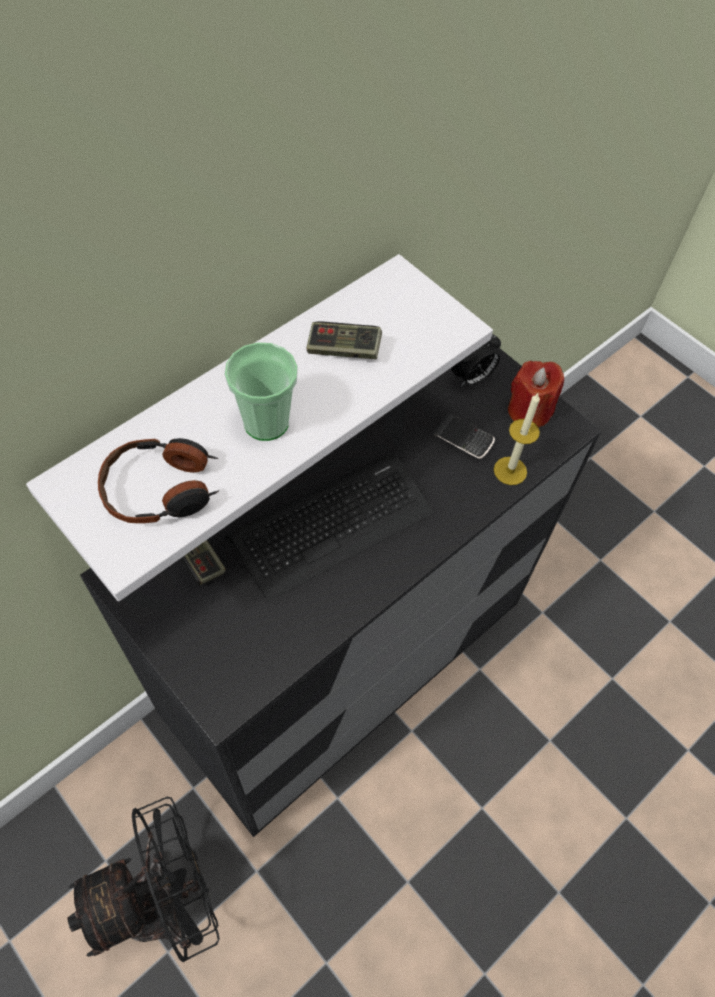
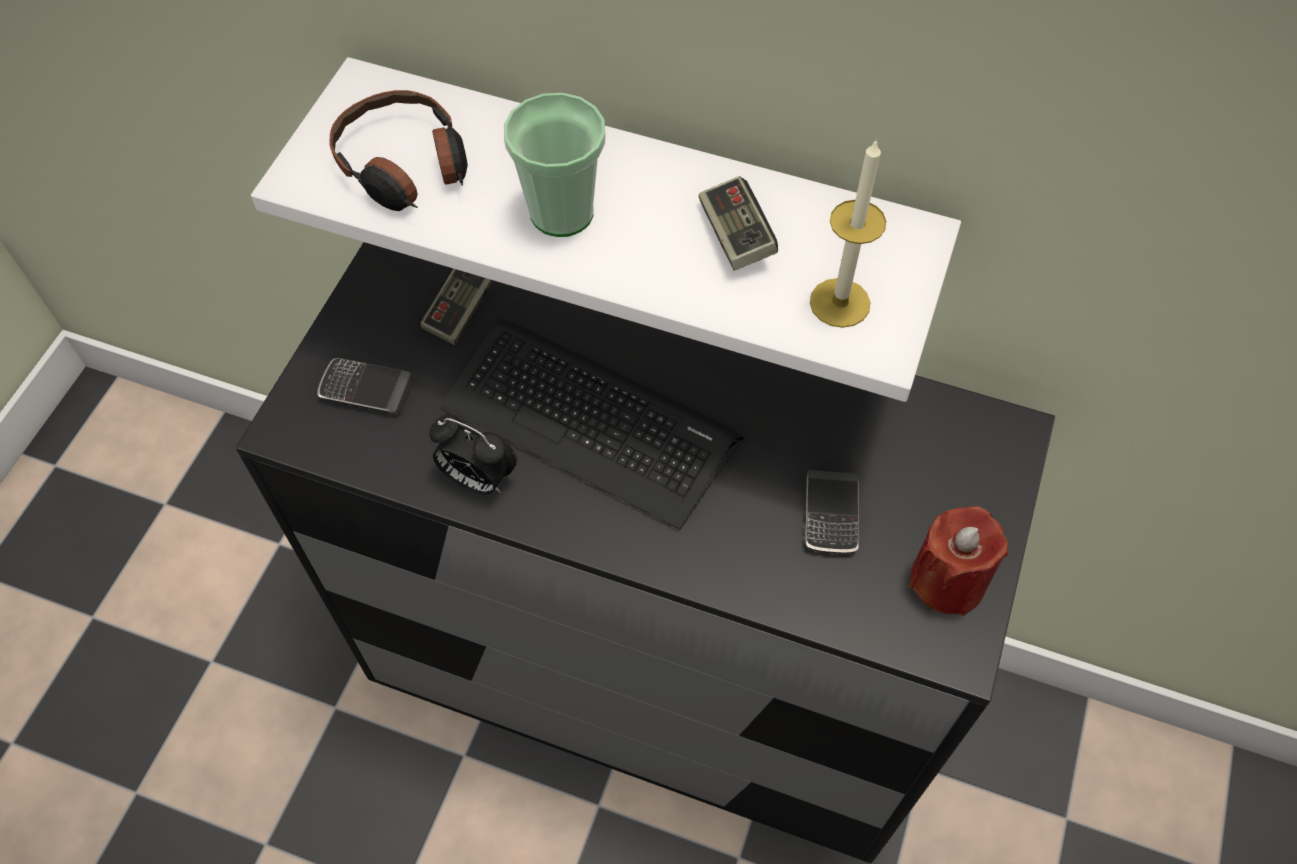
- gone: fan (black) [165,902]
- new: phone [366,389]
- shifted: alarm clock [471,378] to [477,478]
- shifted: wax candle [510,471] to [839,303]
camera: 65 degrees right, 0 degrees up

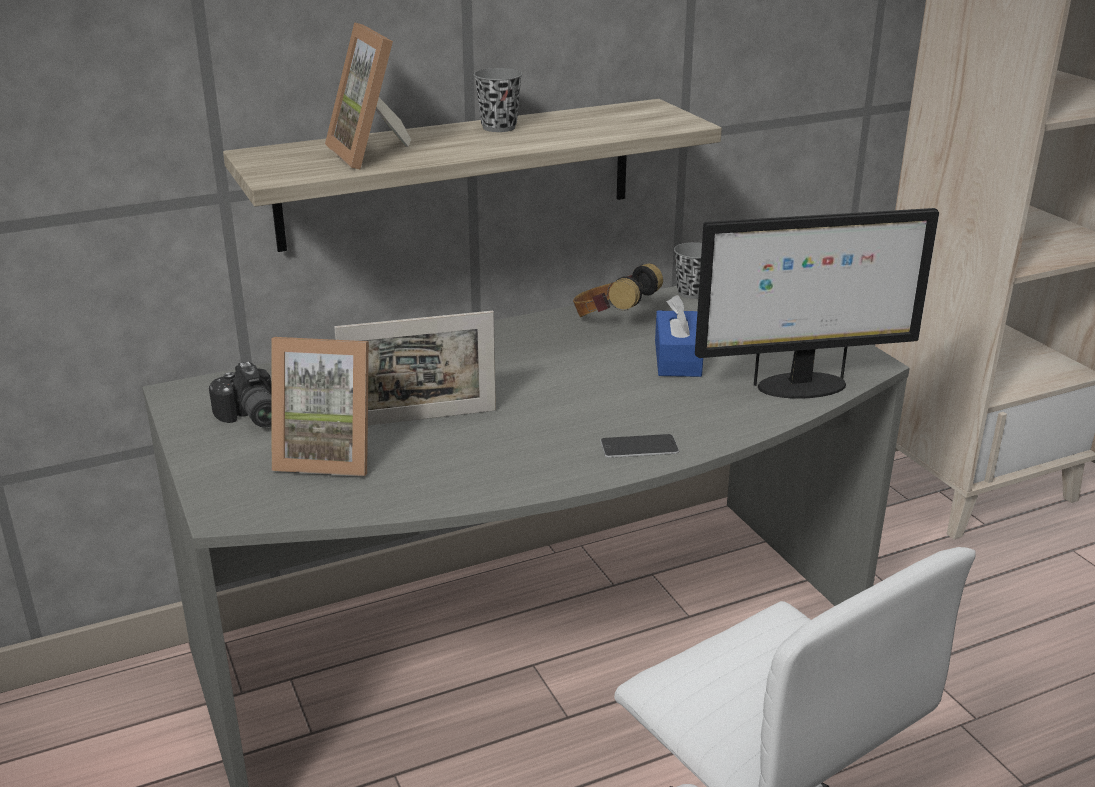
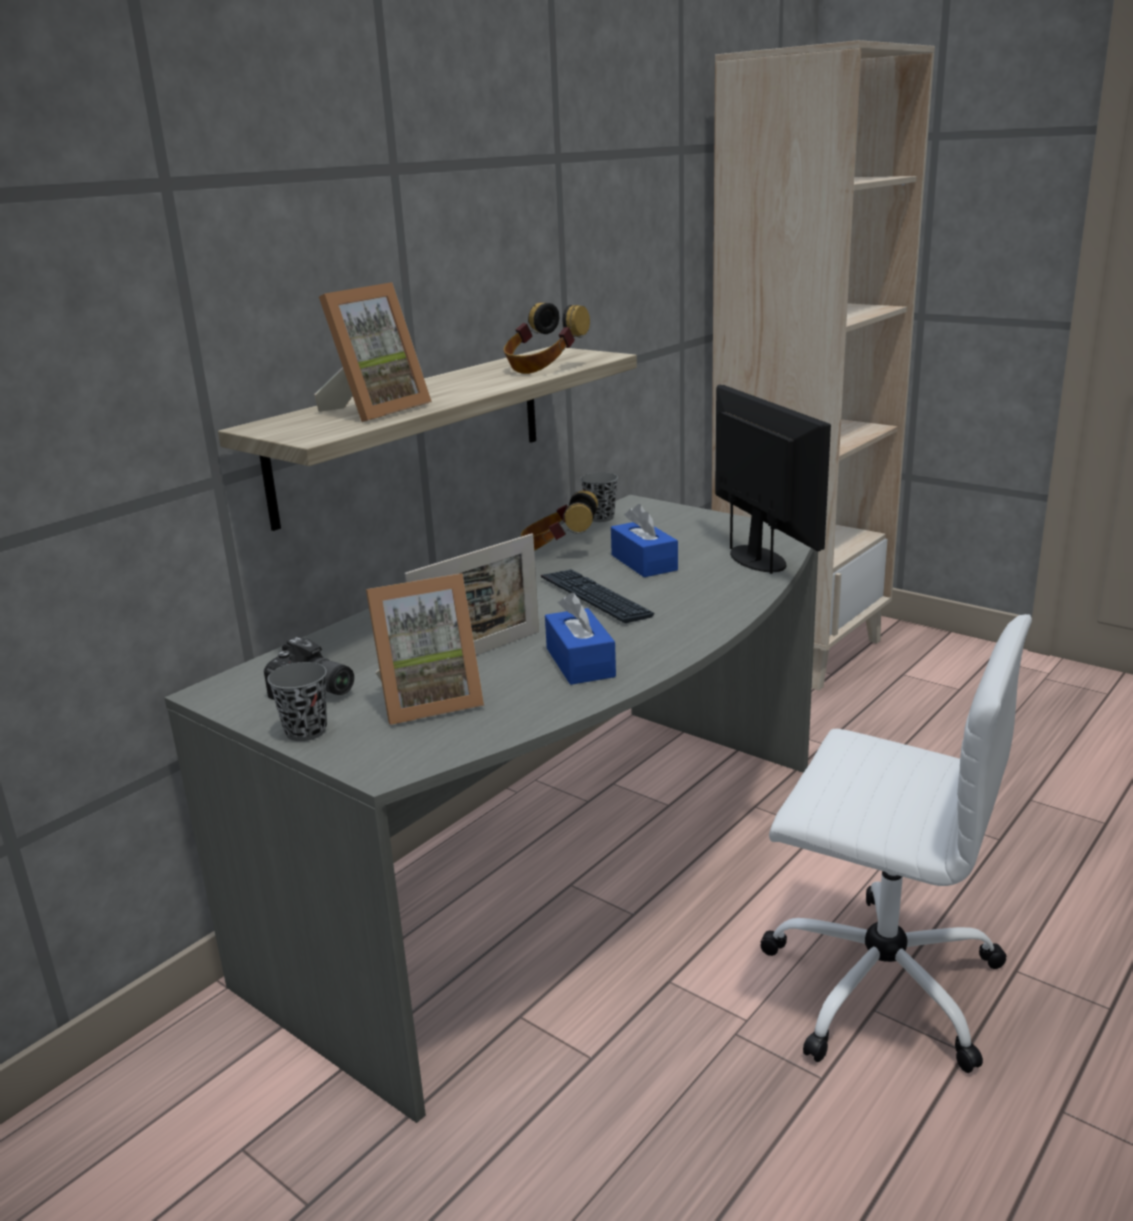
- gone: phone [639,446]
- new: headphones [544,368]
- new: keyboard [595,598]
- new: tissue holder (blue) [580,662]
- shifted: cup (grey) [499,127] to [306,731]
- rotated: standing frame [373,153] = [375,410] 90 degrees counterclockwise
- rotated: computer display [800,386] = [759,559] 75 degrees counterclockwise
camera: 25 degrees left, 5 degrees down

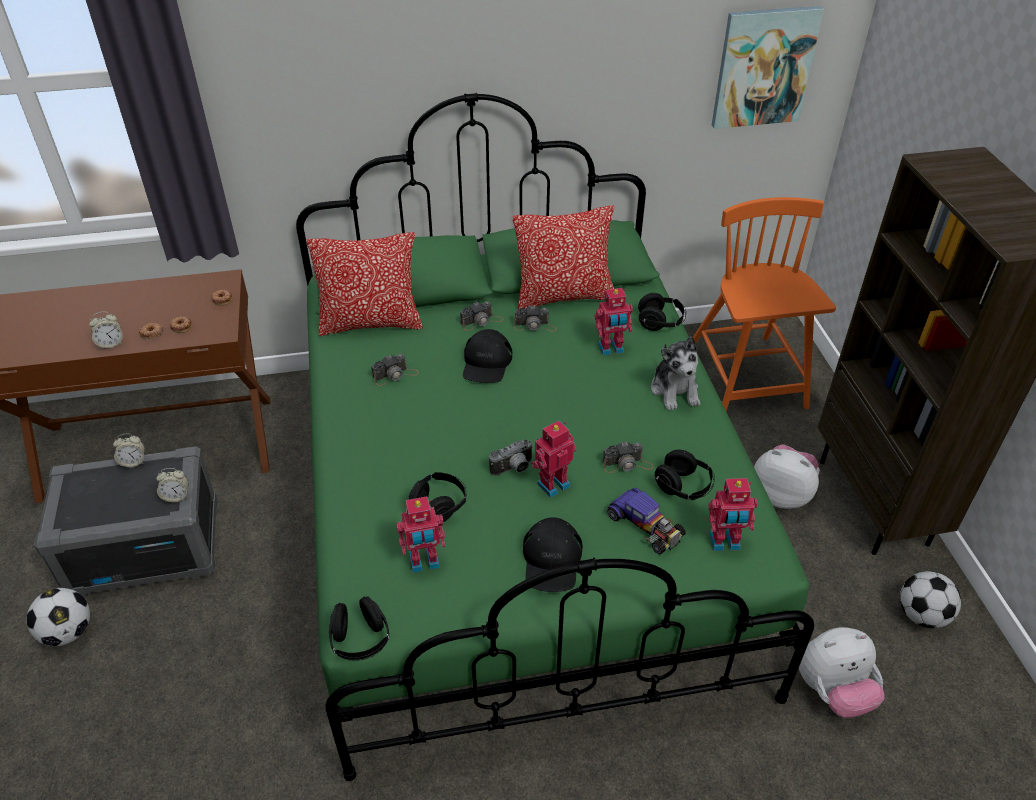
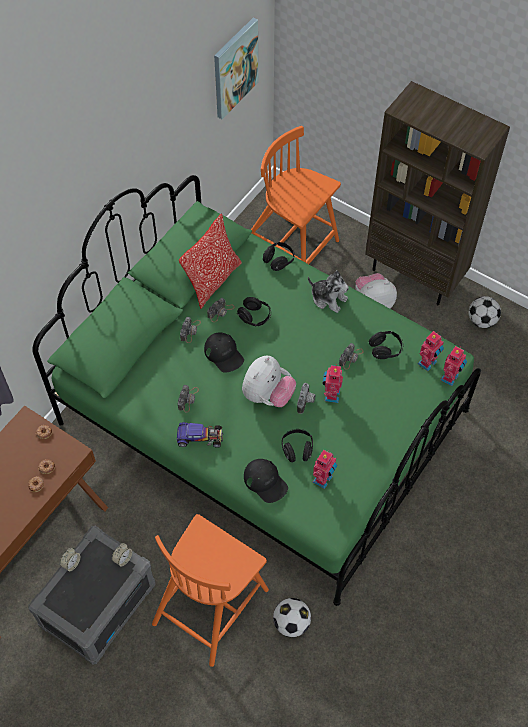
- gone: alarm clock [111,344]
- gone: pillow [371,323]
- new: upright chair (orangey) [211,604]
- shifted: football [68,632] to [291,623]
- shifted: headphones (black) [360,640] to [254,317]
- shifted: peaked cap (black) [552,560] to [265,482]
- shifted: model robot [611,349] to [450,378]
- shifted: miniature car [645,525] to [200,437]
- shifted: cuddly toy [833,691] to [267,395]
camera: 45 degrees left, 15 degrees up

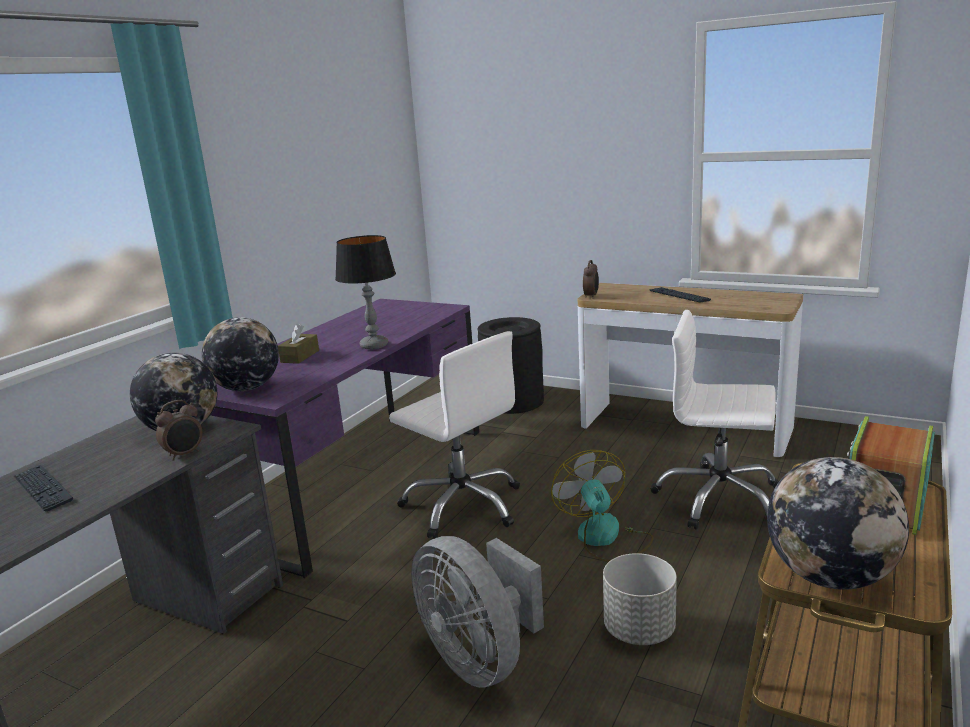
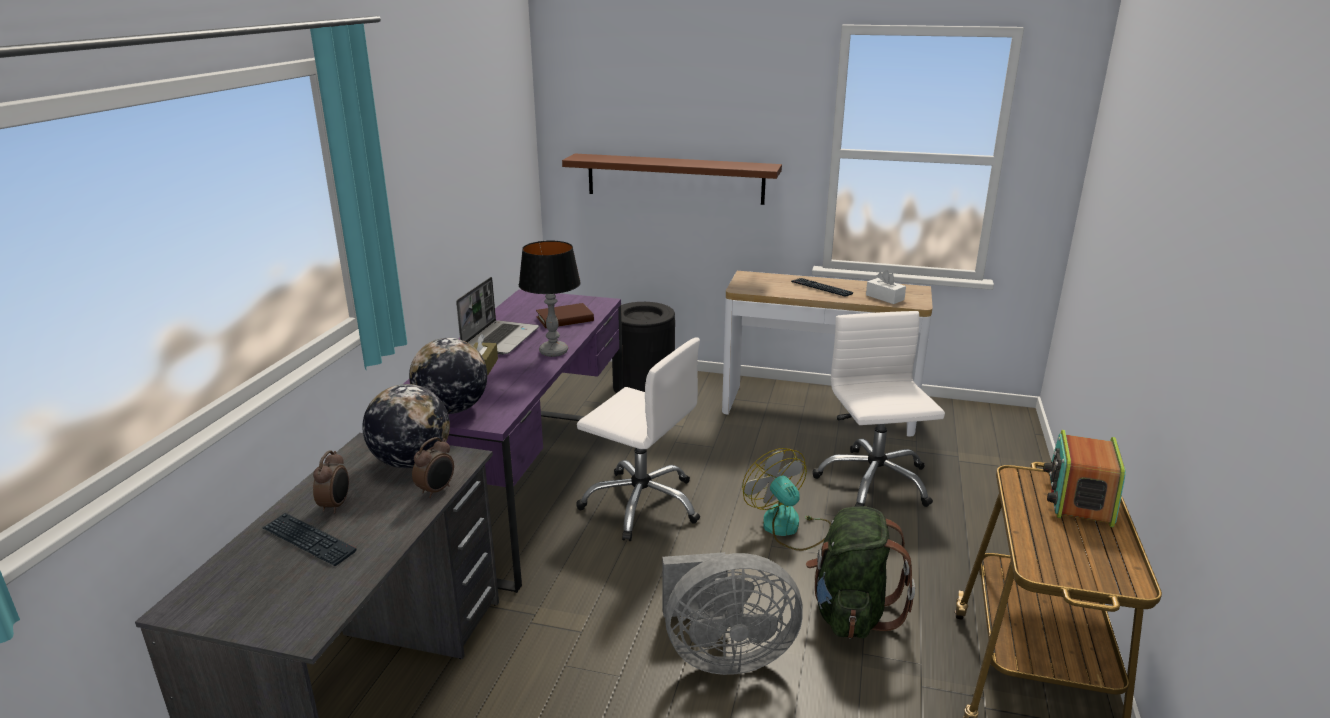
- gone: desk globe [830,576]
- new: portable computer [500,339]
- new: volume (brownish) [565,319]
- new: bracket shelf (brownish) [675,178]
- new: tissue holder (white) [884,297]
- shifted: alarm clock [591,296] to [336,505]
- swapped: planter (grey) [639,630] to backpack (greenish) [851,613]
- rotated: fan (grey) [480,659] = [723,655] 45 degrees counterclockwise
- rotated: office chair (white) [718,499] = [873,481] 75 degrees clockwise
camera: 15 degrees left, 5 degrees up

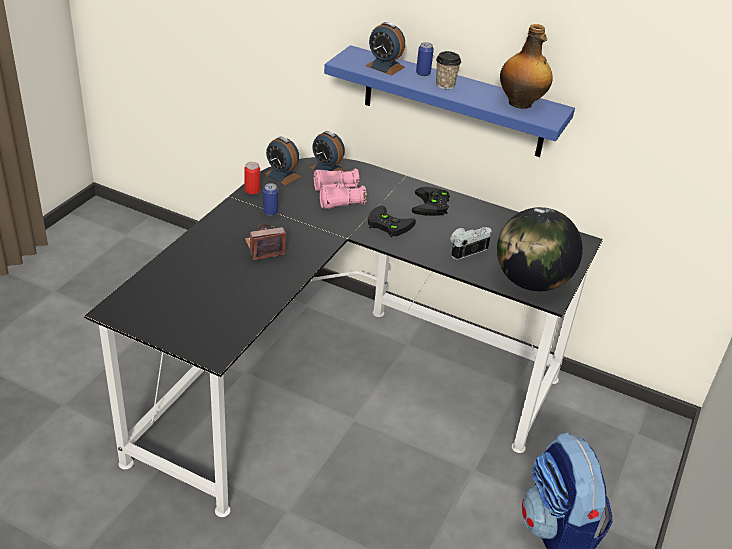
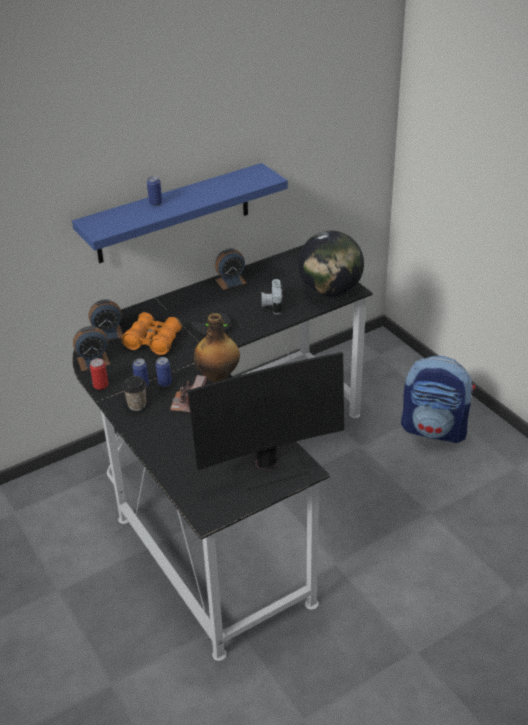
- gone: joypad (black) [432,206]
- new: can [164,383]
- new: computer display [267,465]
- shifted: alarm clock [385,66] to [230,281]
- shifted: cup [445,85] to [137,405]
- shifted: beverage bottle [521,103] to [218,376]
- repainted: field glasses (pinkish) [338,197] to field glasses (orangey) [153,341]
camera: 55 degrees left, 0 degrees up

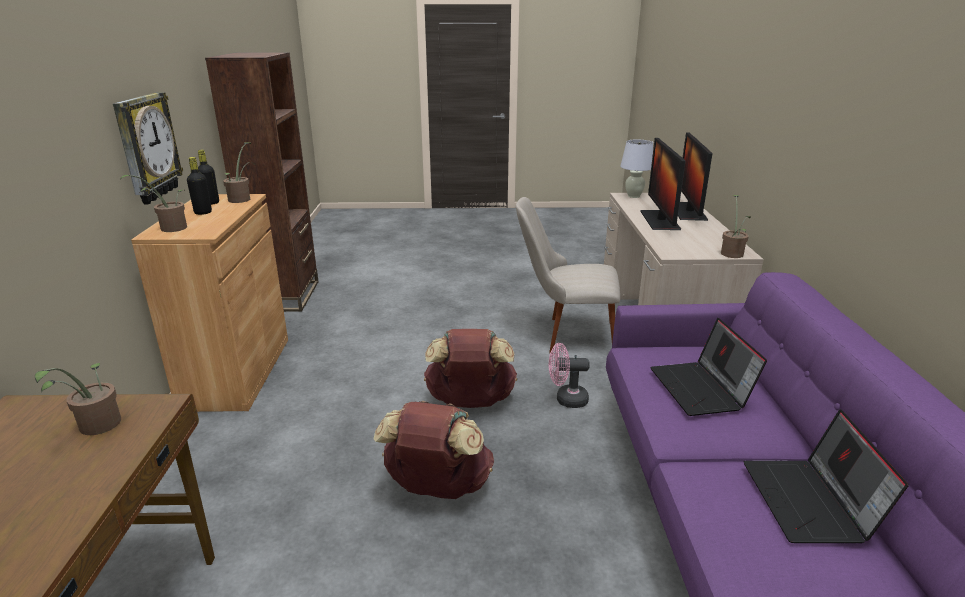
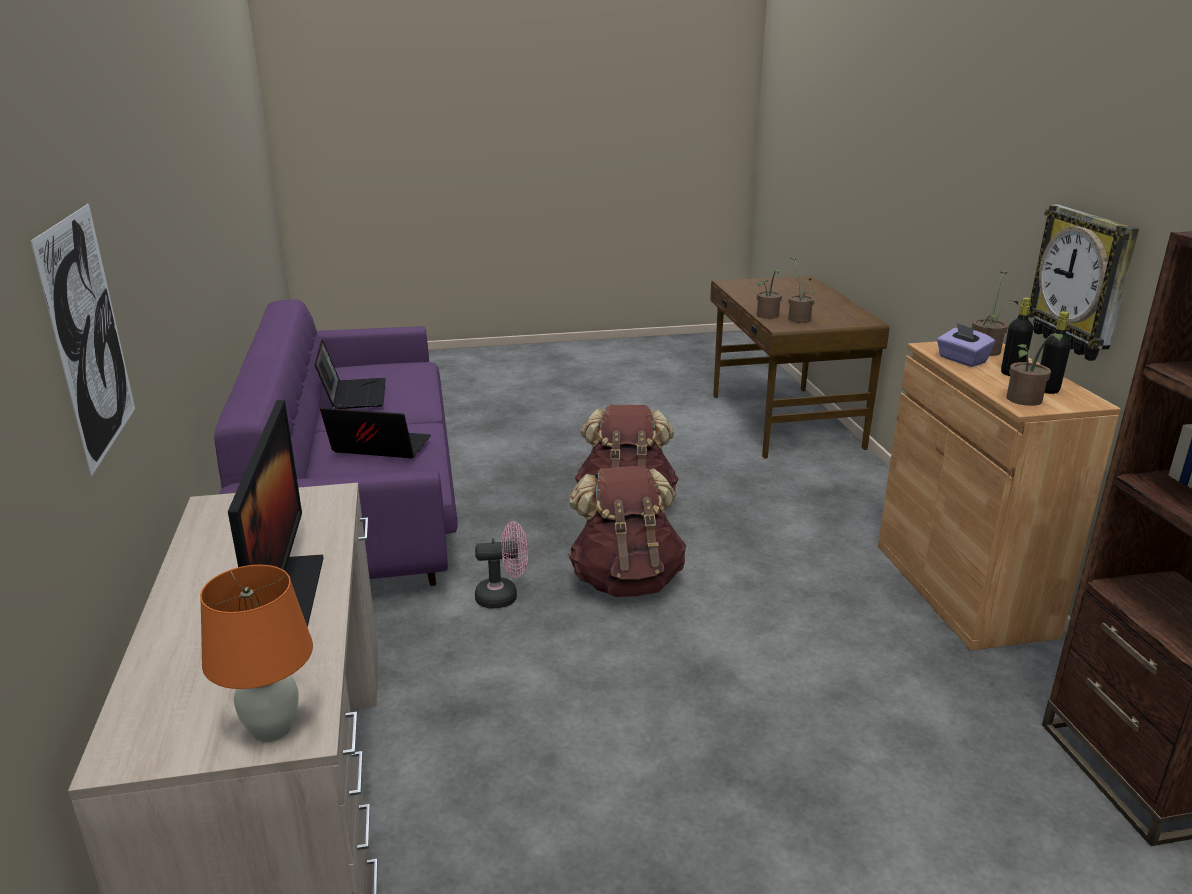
- gone: upright chair (beige-coloured) [566,336]
- gone: computer display [688,211]
- new: wall picture [89,335]
- new: tissue holder (purplish) [962,360]
- shifted: plant in a pot [732,253] to [767,316]
- repainted: lamp for a table (white) [634,196] to lamp for a table (orangey) [272,729]
- rotated: portable computer [701,389] = [378,448] 60 degrees counterclockwise
camera: 170 degrees right, 0 degrees up

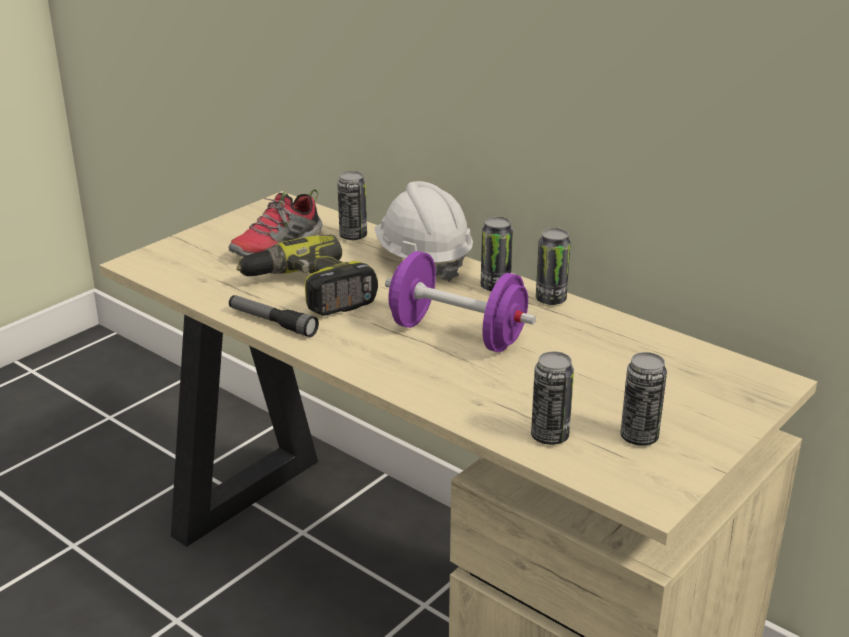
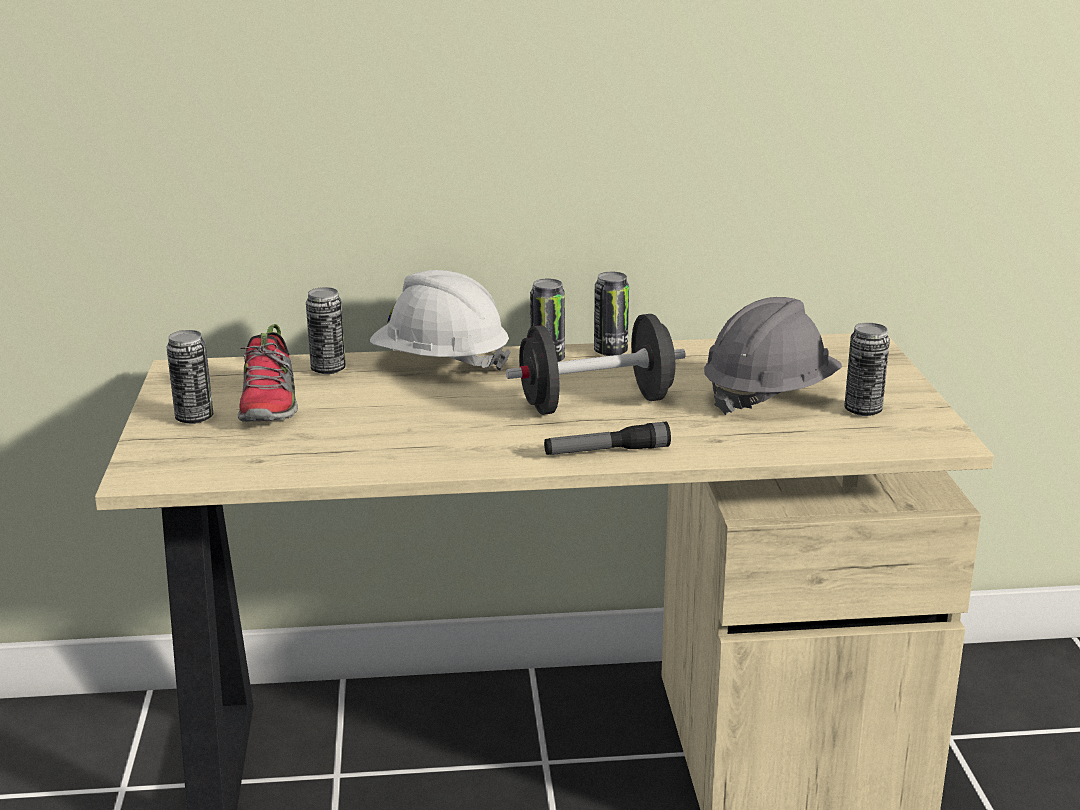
- gone: electric drill [309,291]
- new: safety helmet (grey) [769,396]
- shifted: flashlight [272,323] to [606,452]
- shifted: can [549,436] to [194,418]
- repainted: free weight (purplish) [457,334] to free weight (black) [596,403]
camera: 45 degrees left, 5 degrees down

